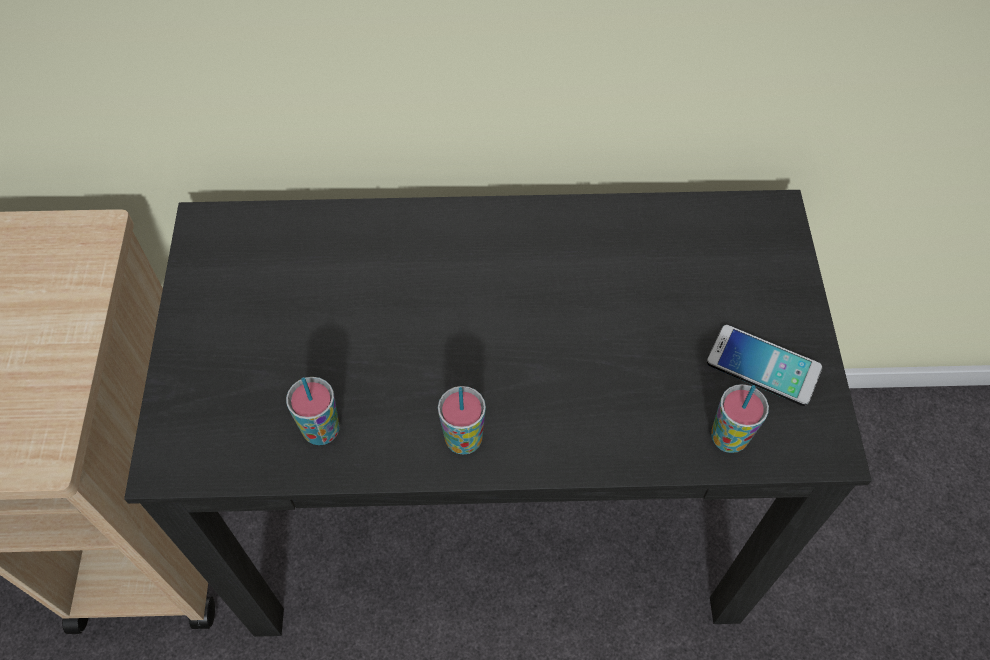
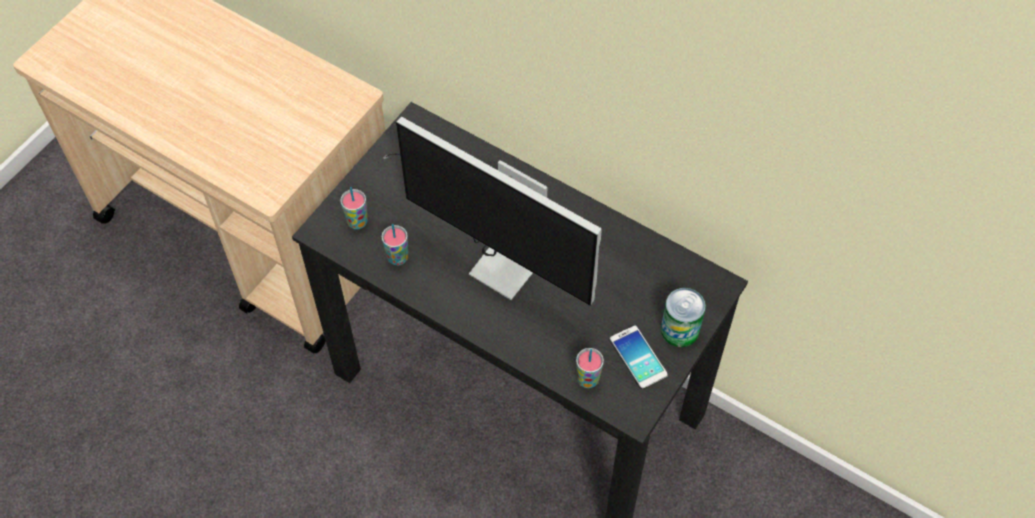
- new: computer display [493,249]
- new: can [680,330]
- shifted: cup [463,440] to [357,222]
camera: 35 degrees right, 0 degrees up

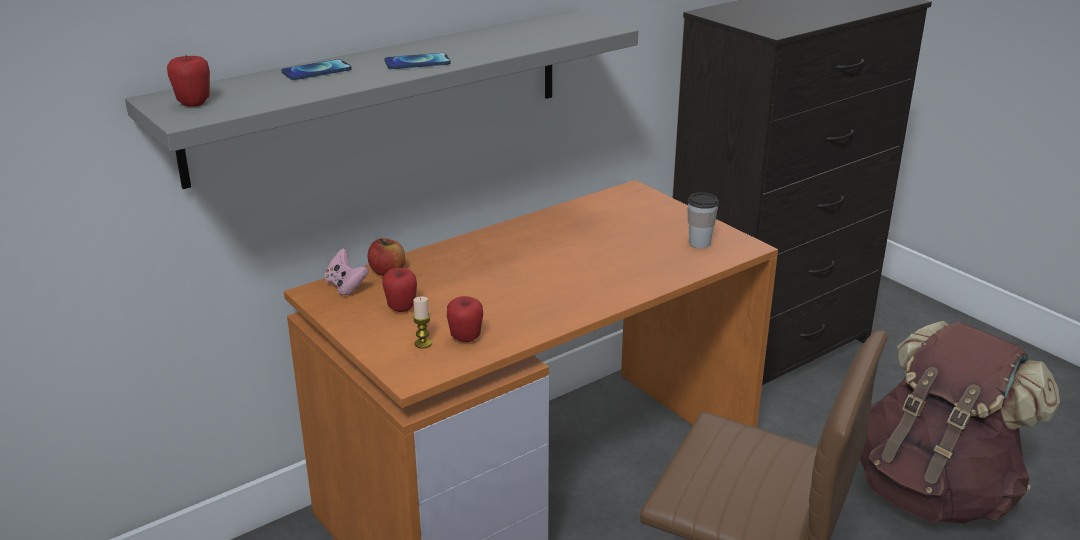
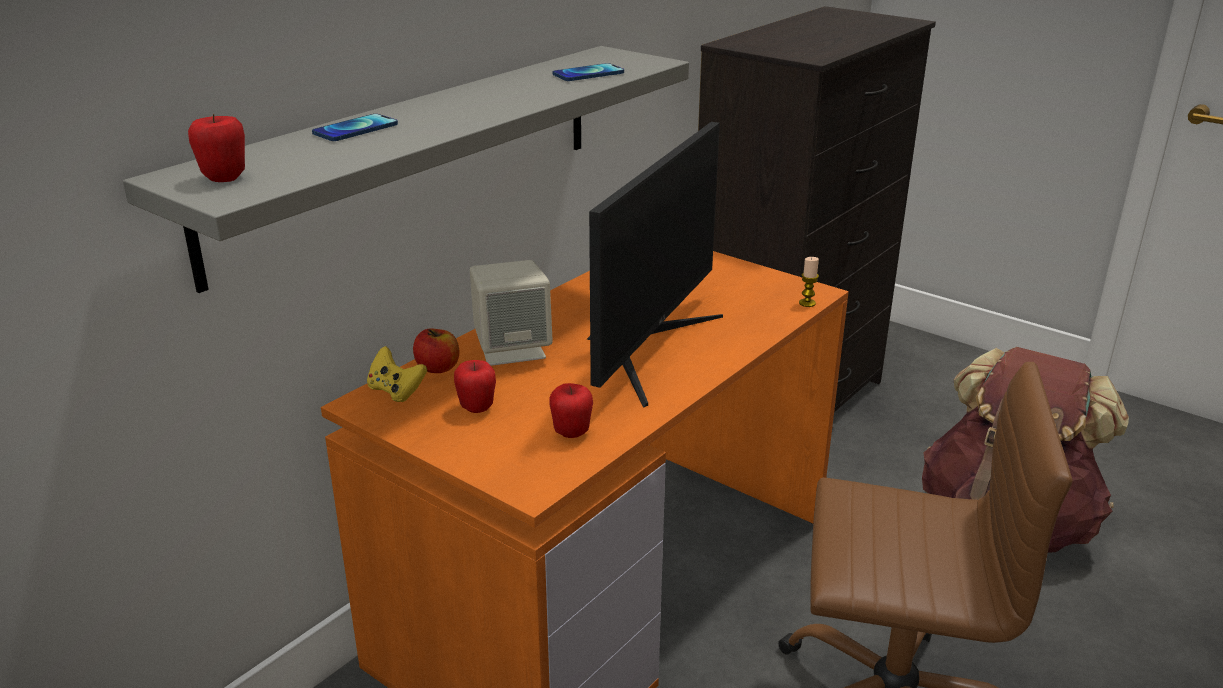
- gone: cup [699,243]
- new: audio speaker (beige-coloured) [512,349]
- new: computer display [645,348]
- shifted: phone [417,62] to [588,74]
- shifted: wax candle [423,343] to [807,303]
- repainted: joypad (pinkish) [346,286] to joypad (yellow) [396,391]
camera: 15 degrees left, 0 degrees up

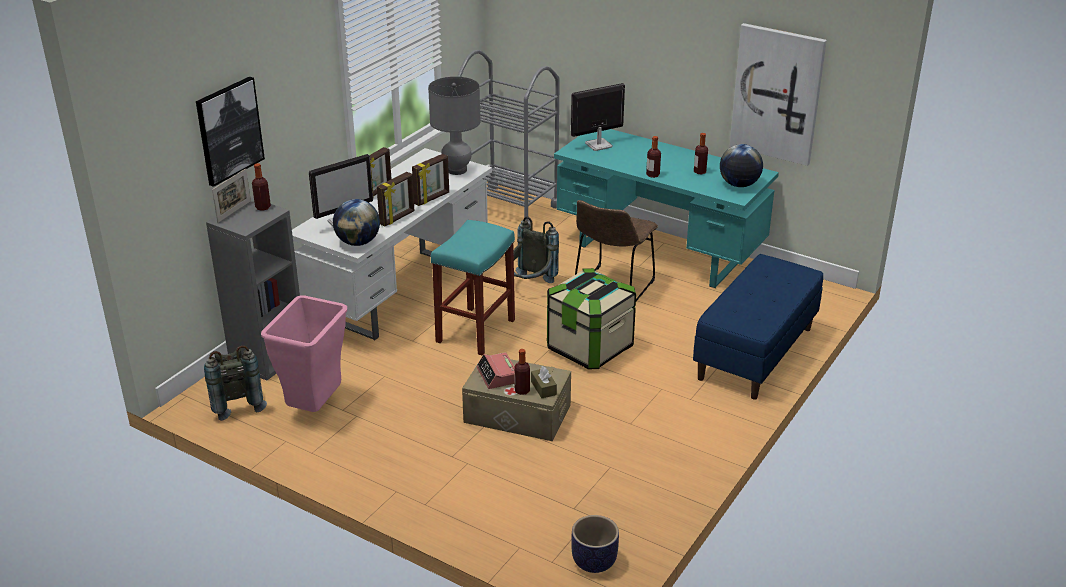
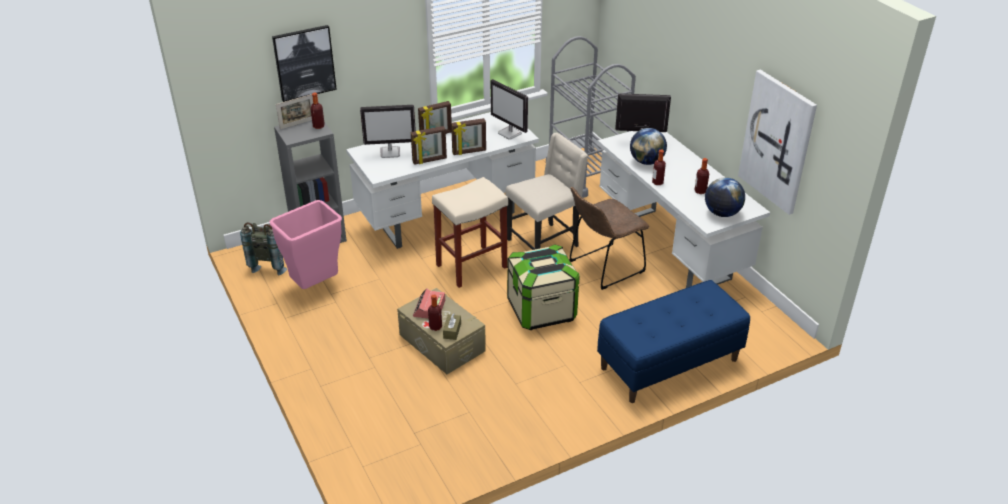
- gone: planter [594,562]
- shifted: desk globe [358,242] to [646,161]
- swapped: lamp for a table (grey) [457,170] to computer display [510,133]
- swapped: backpack (grey) [531,285] to upright chair (beige-coloured) [544,243]
- repainted: stool (turquoise-coloured) [475,331] to stool (beige-coloured) [471,267]
- repainted: desk table (turquoise-coloured) [659,253] to desk table (white) [670,250]
camera: 30 degrees right, 5 degrees up

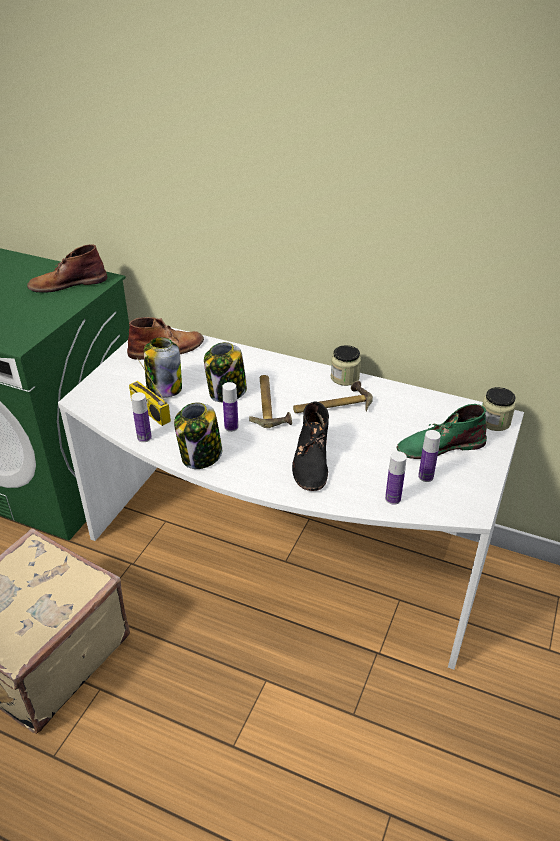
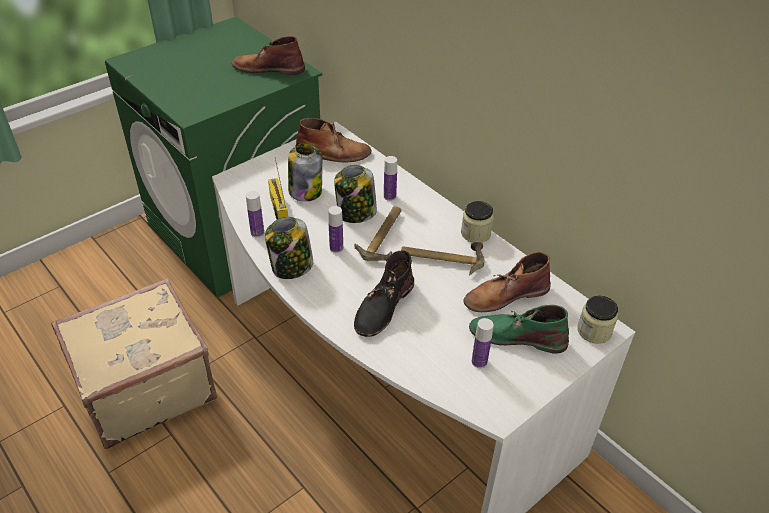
- new: tall boot (brownish) [505,295]
- shifted: beverage bottle [393,499] to [389,196]
camera: 25 degrees right, 5 degrees up

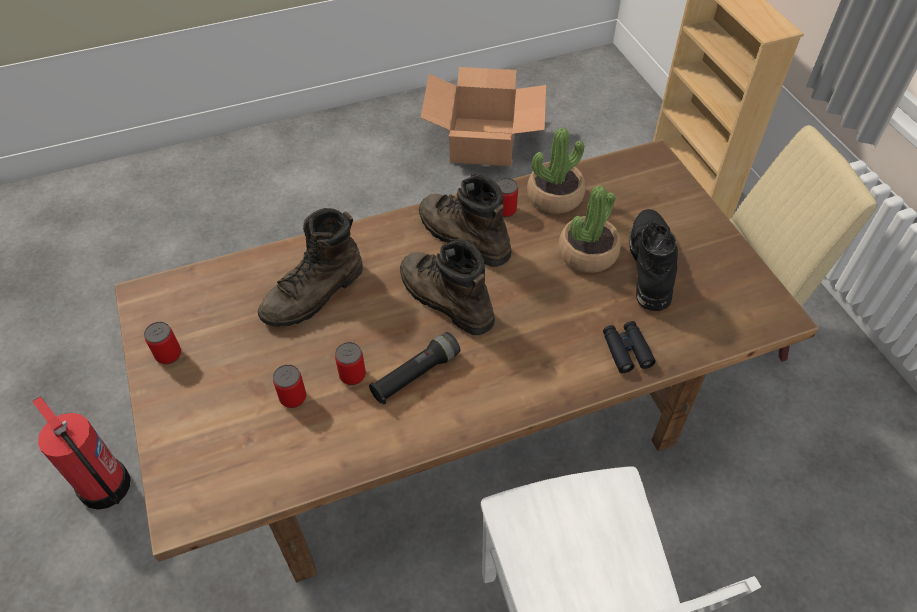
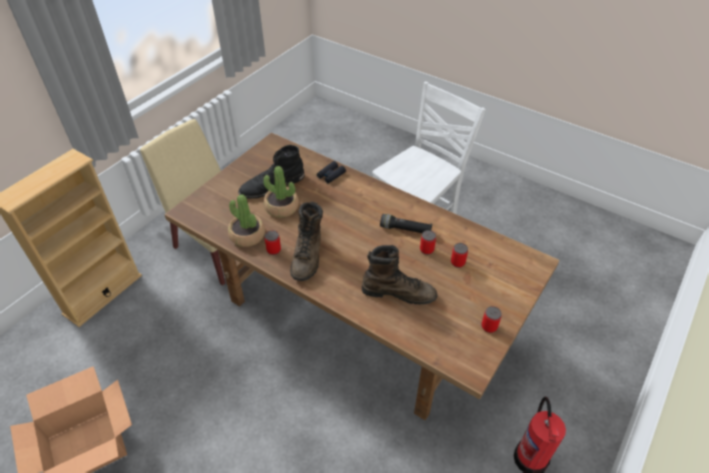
- gone: tall boot (brownish) [444,299]
camera: 125 degrees left, 5 degrees down

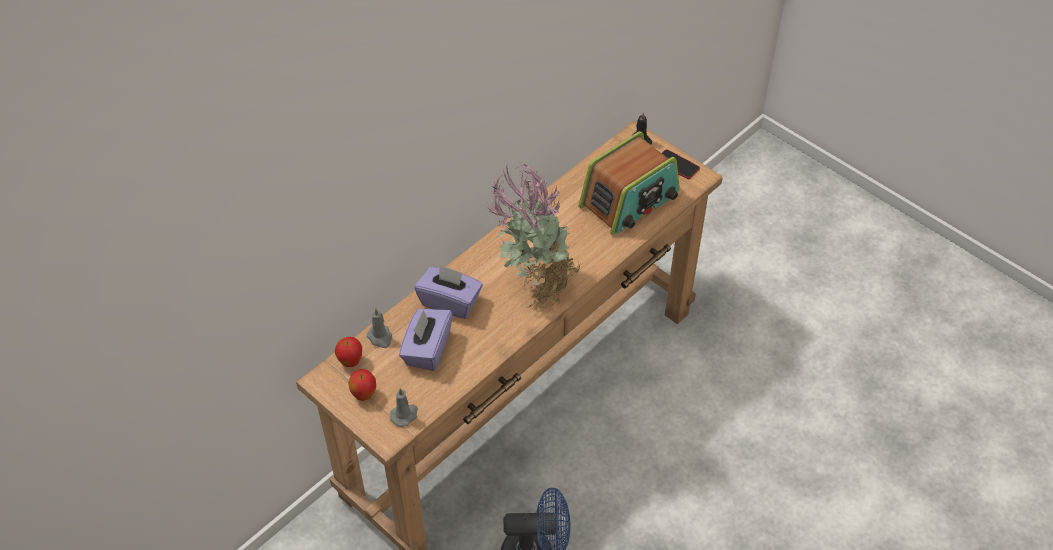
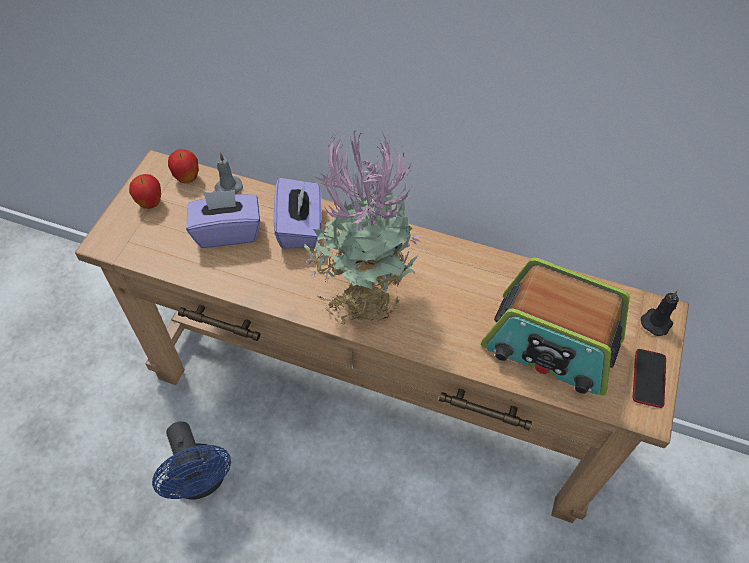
- gone: wax candle (grey) [404,415]
camera: 65 degrees right, 5 degrees up

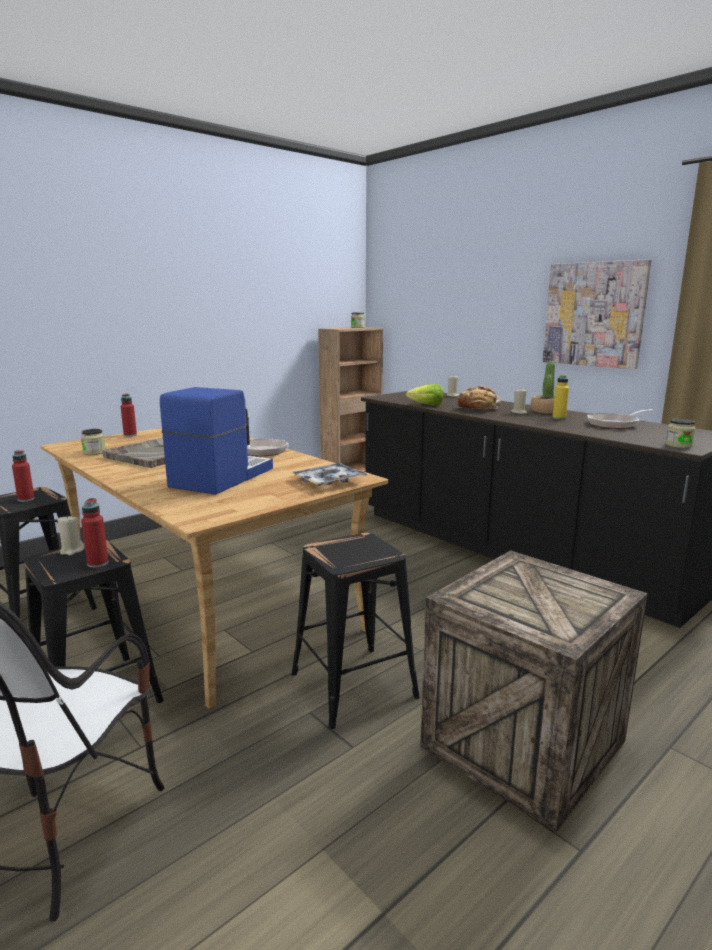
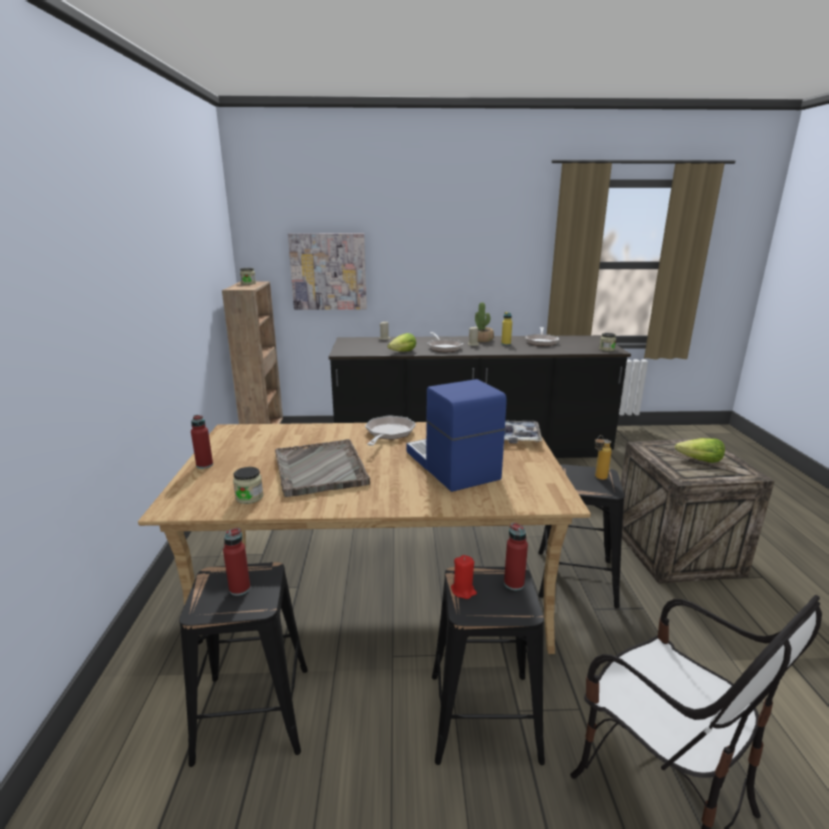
- new: beverage bottle [598,478]
- new: lettuce [699,461]
- shifted: wall picture [594,314] to [328,271]
- swapped: bakery bread [478,409] to frying pan [443,347]
- repainted: wax candle (beige-coloured) [72,550] to wax candle (red) [463,591]
camera: 50 degrees left, 5 degrees up

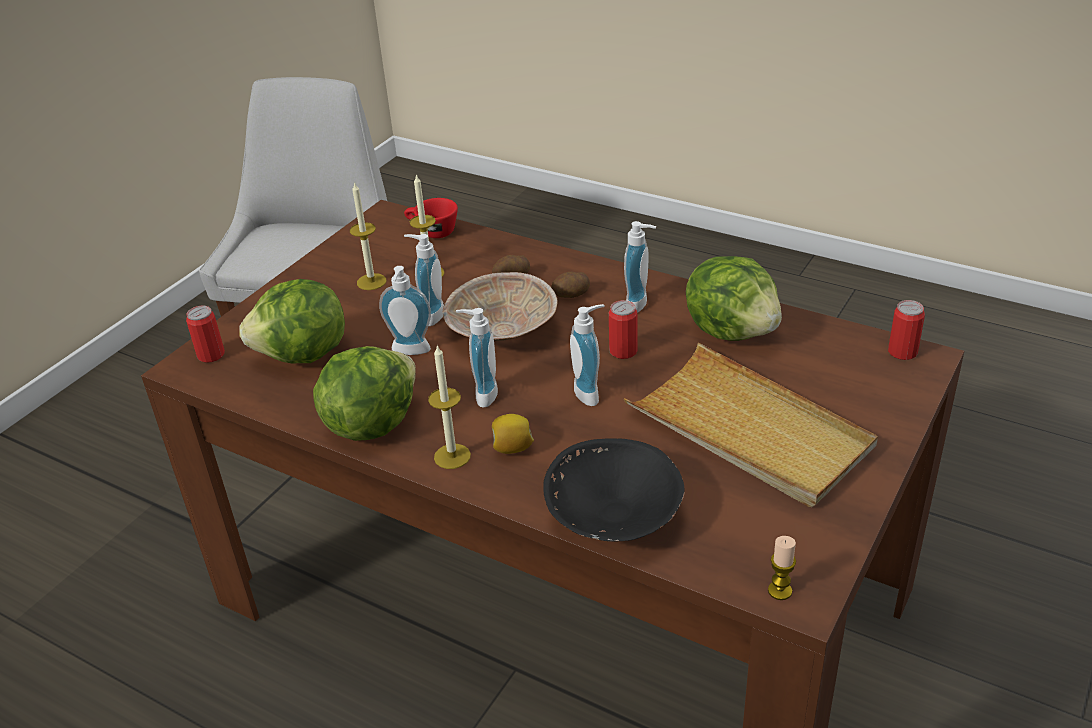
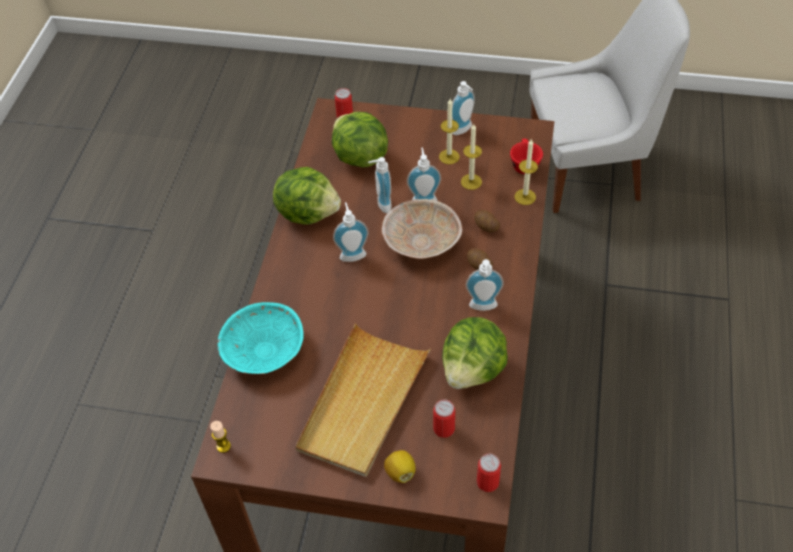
- shifted: wax candle [452,456] to [525,197]
- shifted: citrus fruit [512,448] to [400,472]
- shifted: liquid soap bottle [591,393] to [464,130]
- shifted: can [623,351] to [444,428]
- repainted: deep dish (black) [613,516] to deep dish (turquoise-coloured) [263,351]
camera: 70 degrees right, 15 degrees up

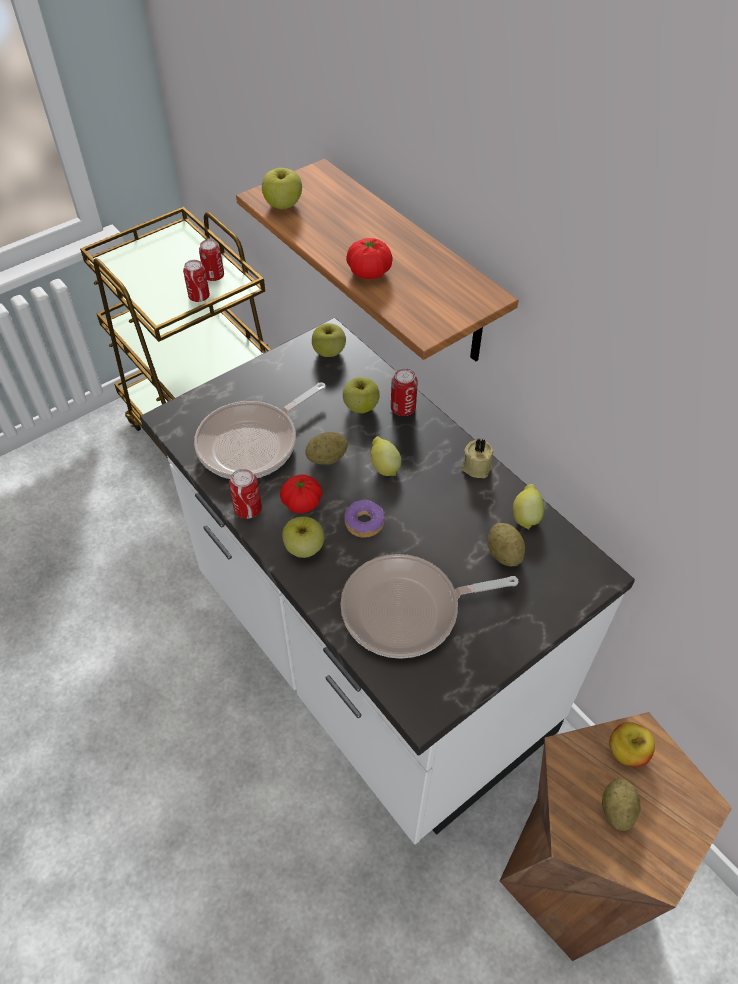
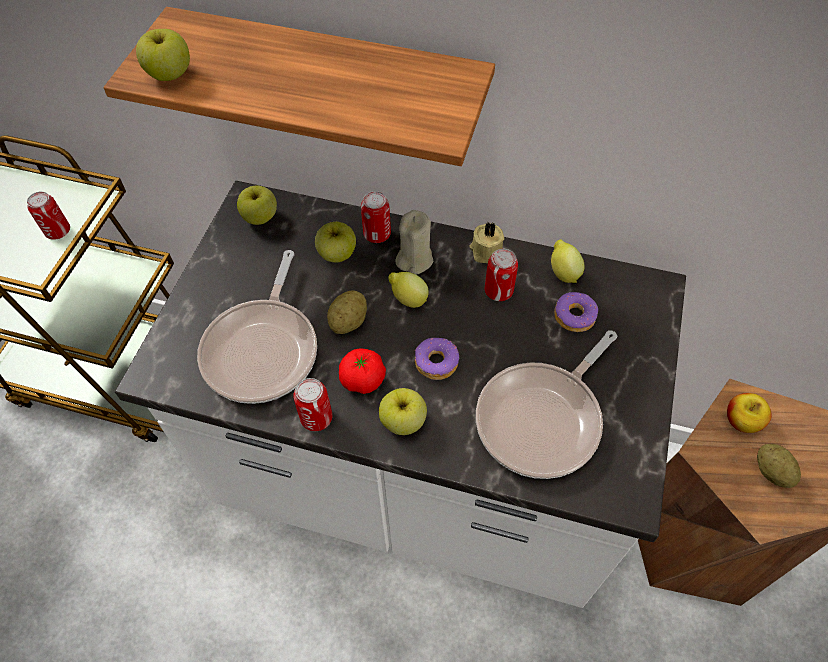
- gone: fresh tomato [369,272]
- new: wax candle (beige-coloured) [414,259]
- shifted: can [214,276] to [498,291]
- swapped: spud [504,554] to ring doughnut [574,316]
camera: 35 degrees left, 5 degrees up

